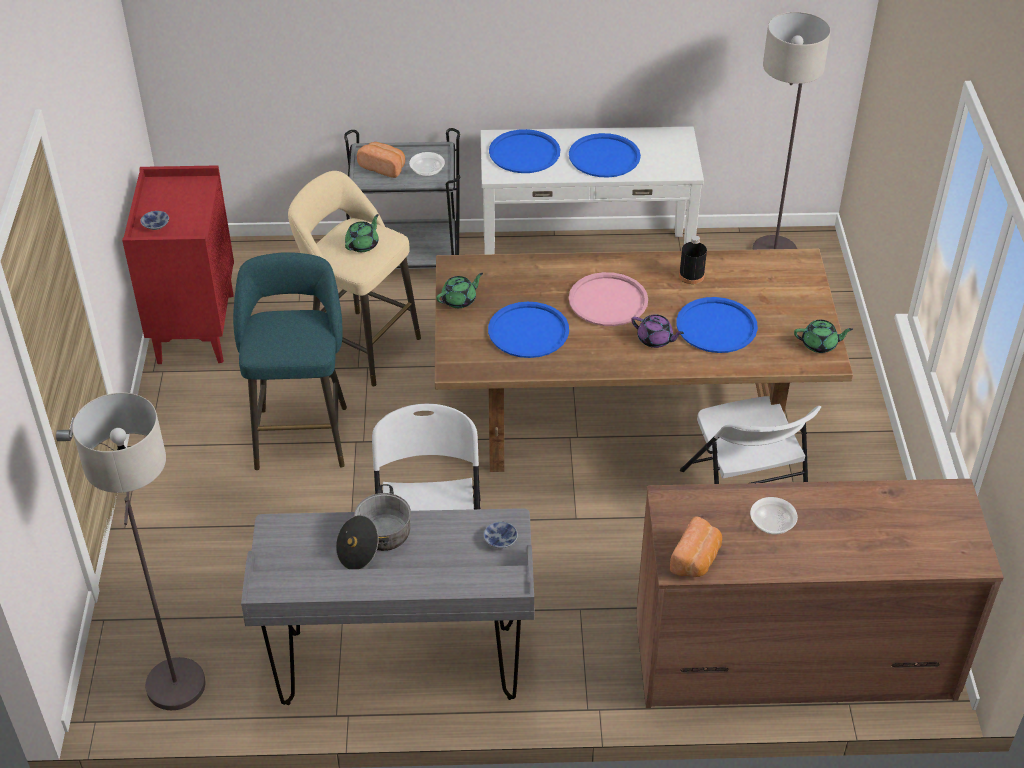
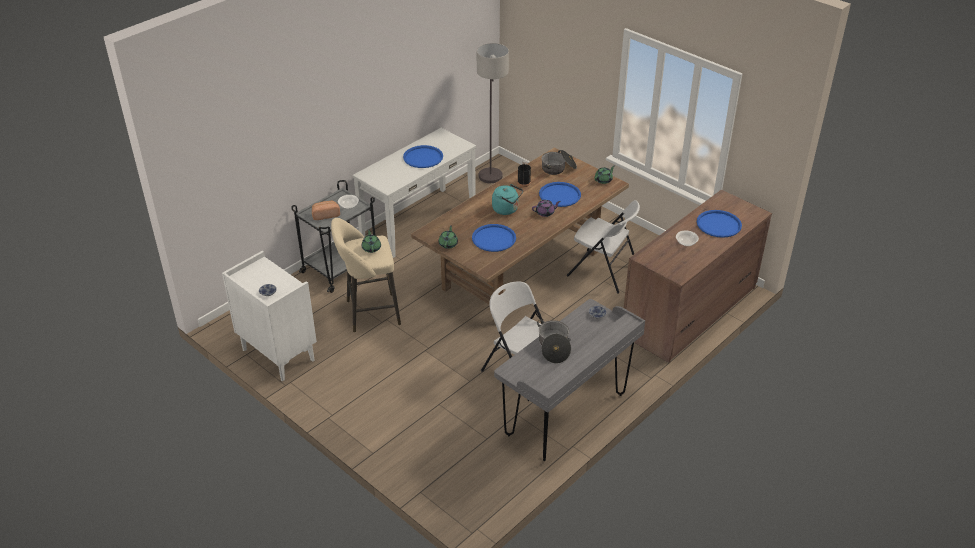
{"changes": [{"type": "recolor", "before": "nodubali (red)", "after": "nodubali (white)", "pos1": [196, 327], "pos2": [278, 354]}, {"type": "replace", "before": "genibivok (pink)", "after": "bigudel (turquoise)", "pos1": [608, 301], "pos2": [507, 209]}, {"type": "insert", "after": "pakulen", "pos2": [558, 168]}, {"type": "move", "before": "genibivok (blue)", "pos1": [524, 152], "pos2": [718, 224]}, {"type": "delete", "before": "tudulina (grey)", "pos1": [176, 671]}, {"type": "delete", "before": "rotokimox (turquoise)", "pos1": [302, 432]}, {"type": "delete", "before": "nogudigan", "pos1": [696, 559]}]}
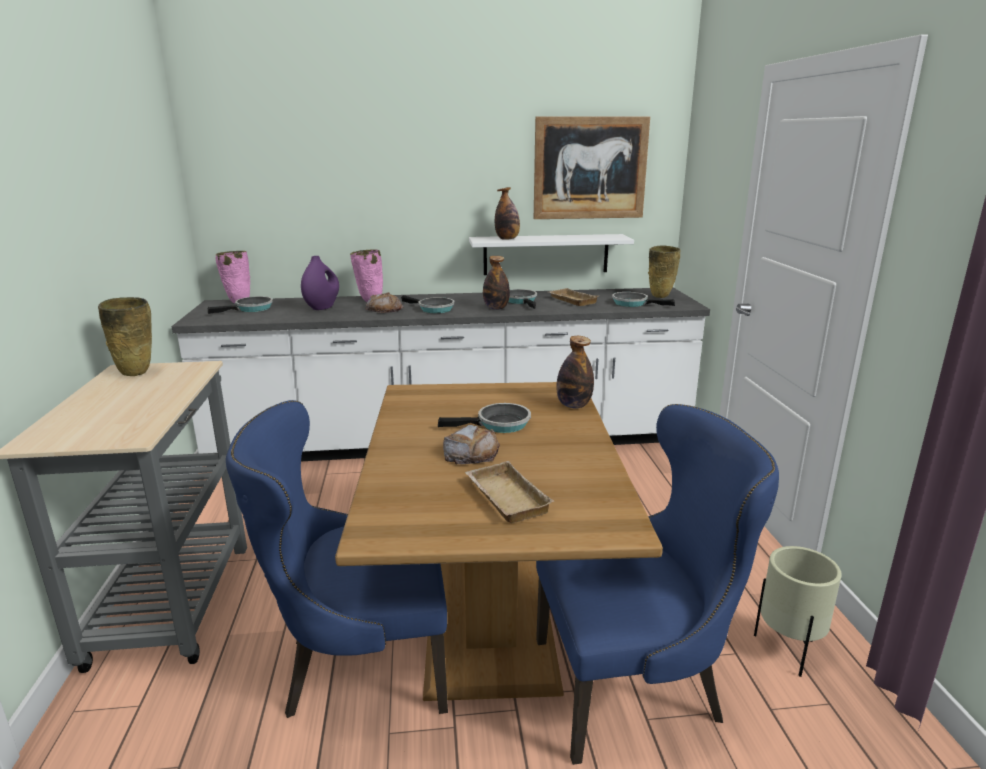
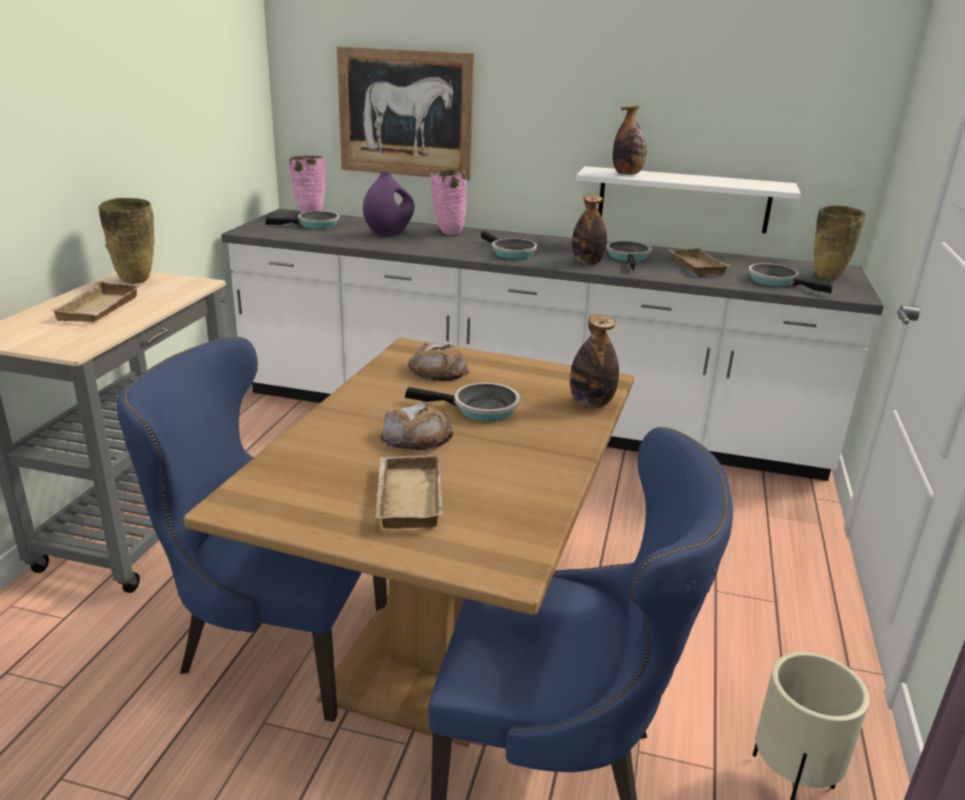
{"changes": [{"type": "insert", "after": "genibivok (beige)", "pos2": [101, 309]}, {"type": "move", "before": "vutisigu", "pos1": [590, 168], "pos2": [405, 113]}, {"type": "move", "before": "nogudigan", "pos1": [384, 309], "pos2": [438, 370]}]}
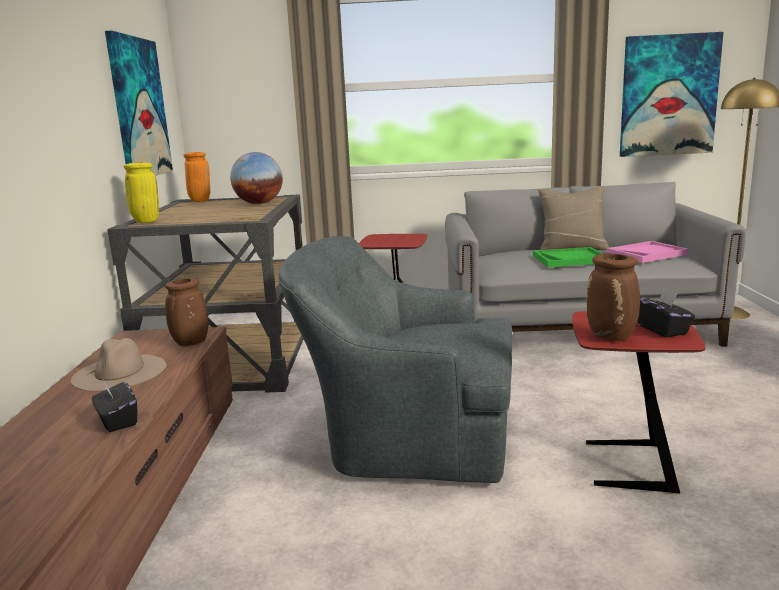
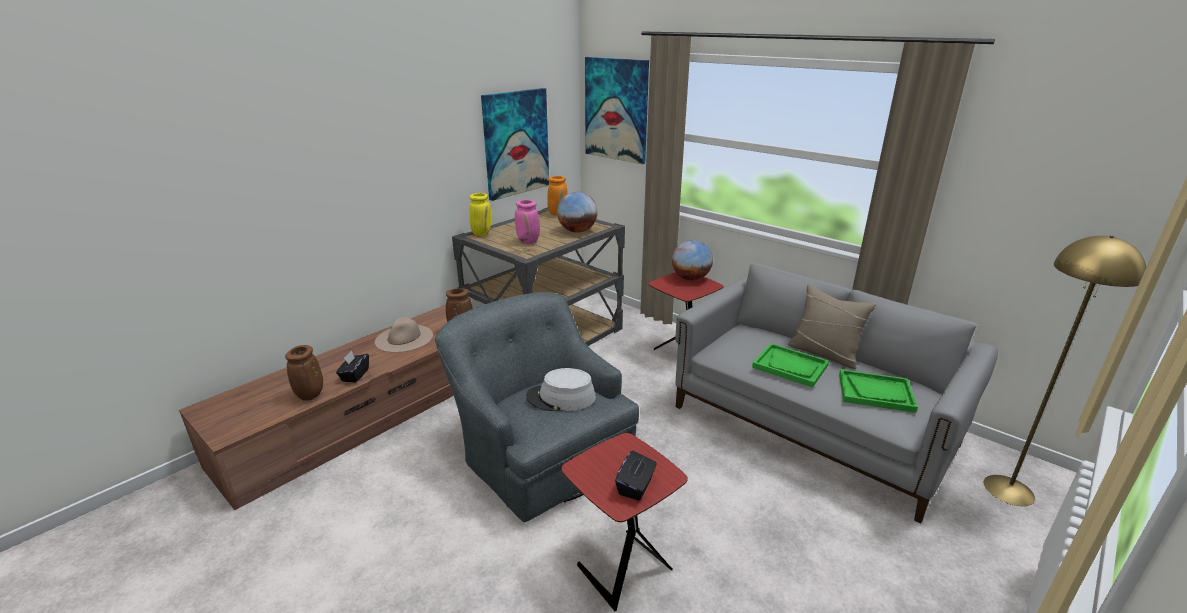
{"changes": [{"type": "move", "before": "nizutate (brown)", "pos1": [612, 337], "pos2": [310, 396]}, {"type": "insert", "after": "nizutate (pink)", "pos2": [529, 242]}, {"type": "insert", "after": "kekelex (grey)", "pos2": [561, 398]}, {"type": "move", "before": "vutisigu", "pos1": [668, 95], "pos2": [616, 110]}, {"type": "insert", "after": "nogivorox", "pos2": [690, 278]}, {"type": "recolor", "before": "genibivok (pink)", "after": "genibivok (green)", "pos1": [646, 254], "pos2": [875, 392]}]}
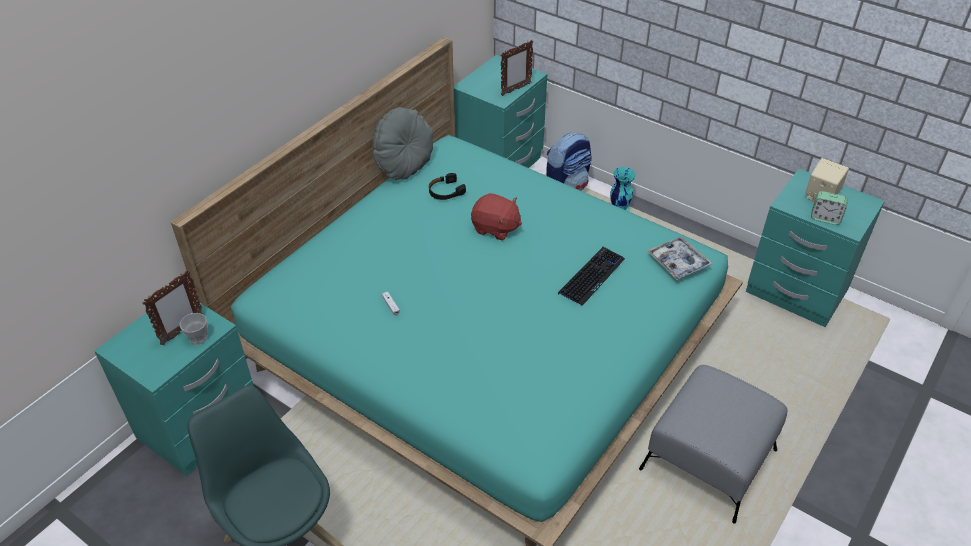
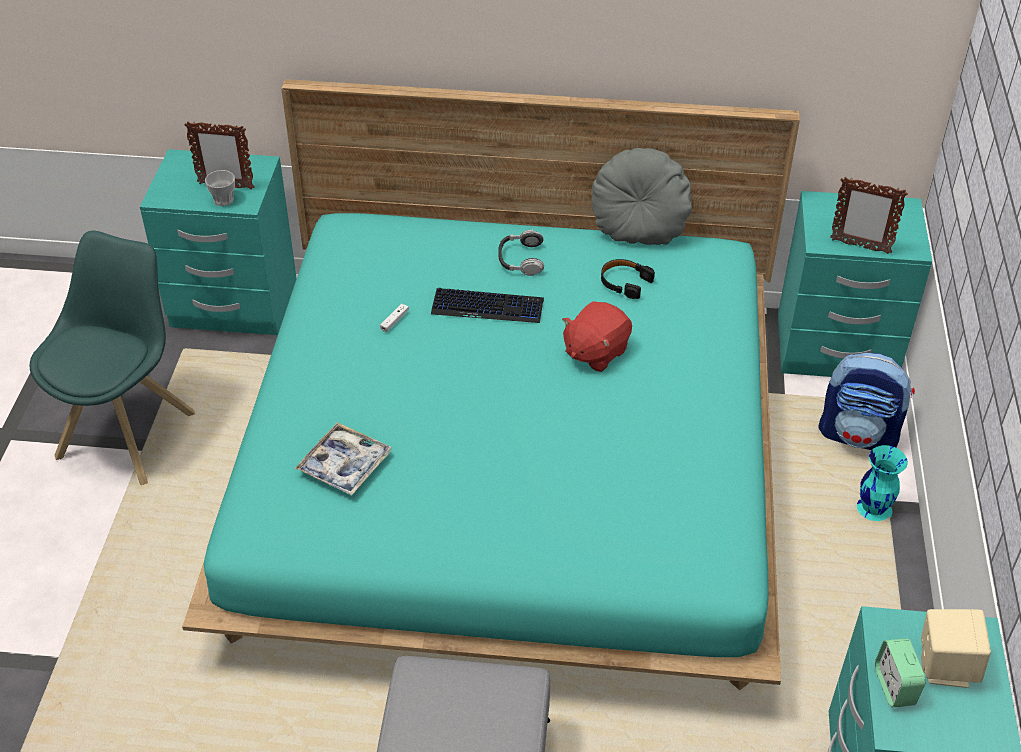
{"changes": [{"type": "move", "before": "genibivok", "pos1": [678, 262], "pos2": [344, 465]}, {"type": "move", "before": "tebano", "pos1": [591, 276], "pos2": [487, 307]}, {"type": "insert", "after": "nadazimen", "pos2": [521, 259]}, {"type": "rotate", "before": "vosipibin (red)", "pos1": [495, 228], "pos2": [595, 352], "turn": 45}]}
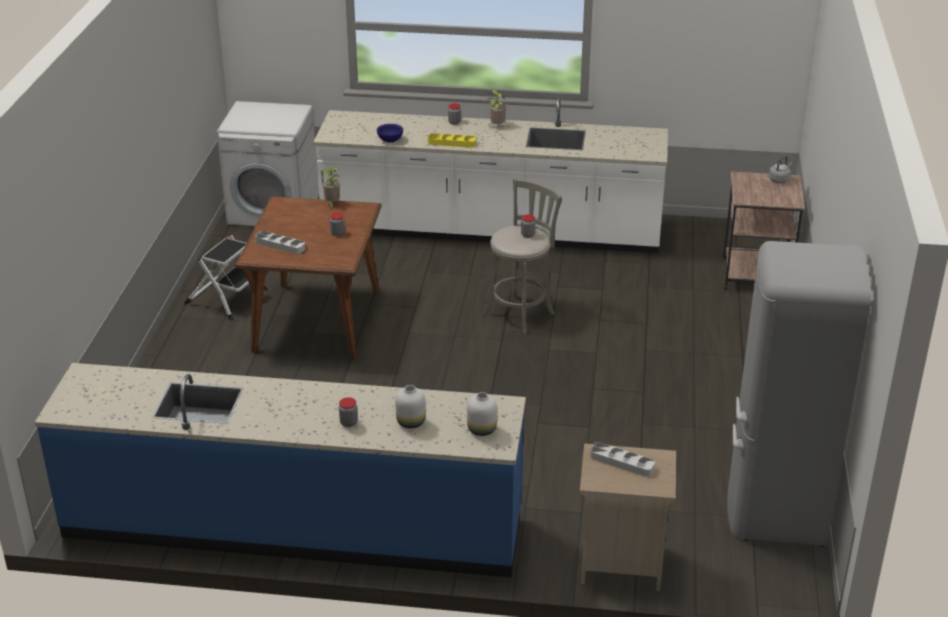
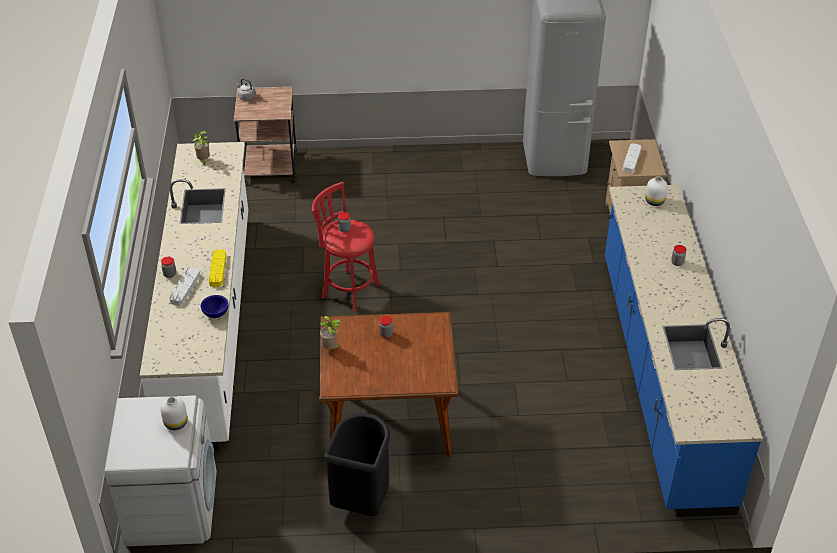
{"changes": [{"type": "move", "before": "nizutate (white)", "pos1": [410, 422], "pos2": [175, 423]}, {"type": "move", "before": "genibivok (grey)", "pos1": [280, 245], "pos2": [185, 288]}, {"type": "move", "before": "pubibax", "pos1": [496, 126], "pos2": [203, 161]}, {"type": "recolor", "before": "rotokimox (grey)", "after": "rotokimox (red)", "pos1": [521, 312], "pos2": [348, 290]}, {"type": "replace", "before": "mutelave", "after": "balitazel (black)", "pos1": [226, 298], "pos2": [361, 500]}]}
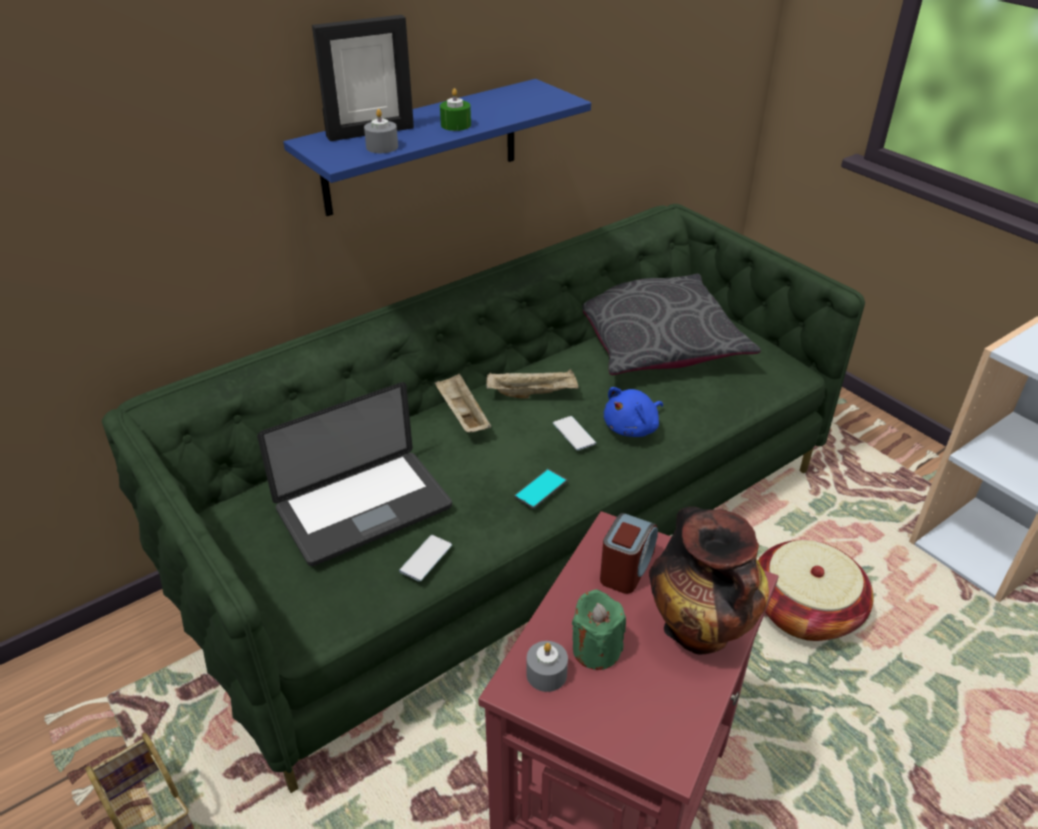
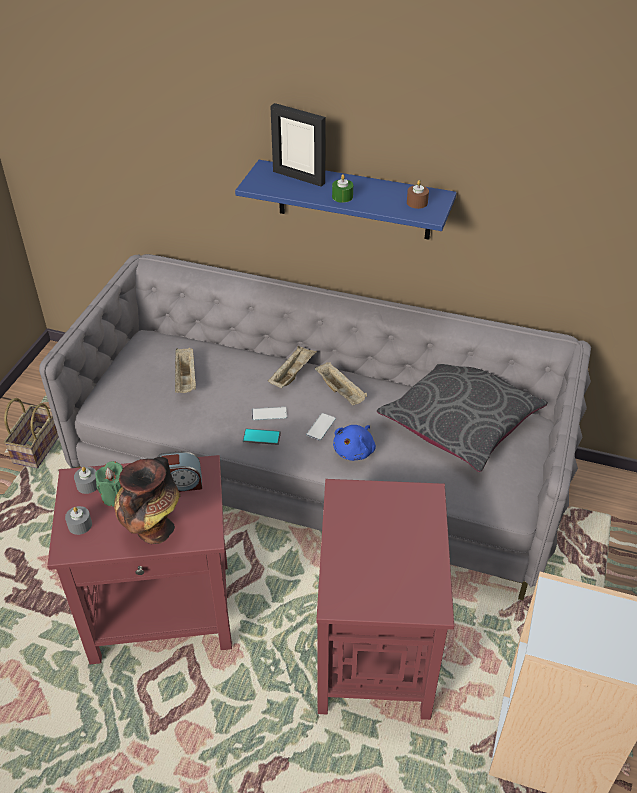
{"changes": [{"type": "recolor", "before": "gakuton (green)", "after": "gakuton (grey)", "pos1": [519, 529], "pos2": [319, 473]}, {"type": "move", "before": "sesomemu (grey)", "pos1": [382, 147], "pos2": [80, 525]}, {"type": "replace", "before": "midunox", "after": "genibivok (beige)", "pos1": [364, 508], "pos2": [186, 379]}, {"type": "move", "before": "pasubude", "pos1": [426, 558], "pos2": [269, 414]}, {"type": "replace", "before": "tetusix", "after": "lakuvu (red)", "pos1": [804, 610], "pos2": [376, 651]}, {"type": "rotate", "before": "vosipibin (blue)", "pos1": [633, 428], "pos2": [355, 451], "turn": -75}, {"type": "insert", "after": "sesomemu (brown)", "pos2": [417, 203]}]}
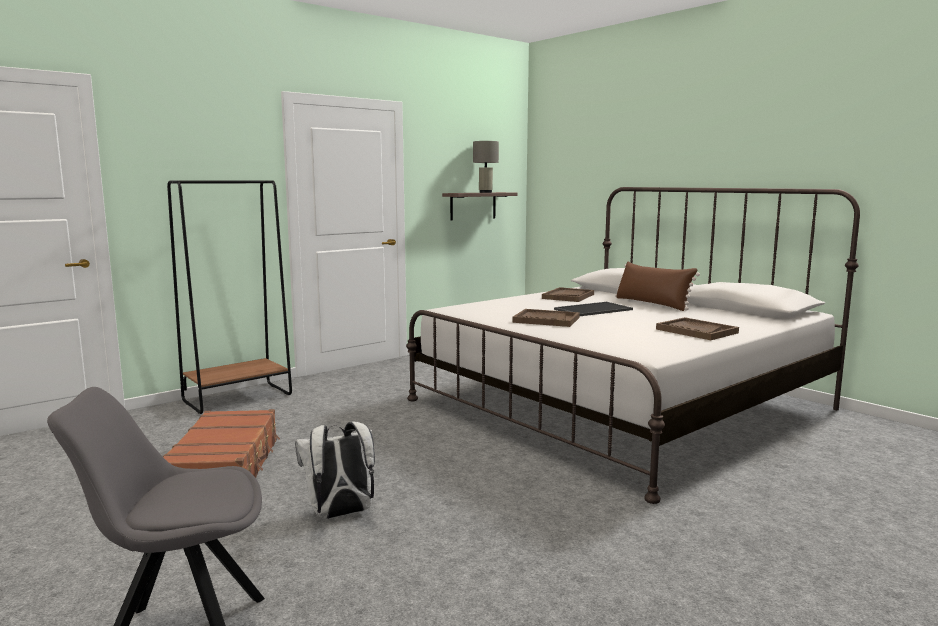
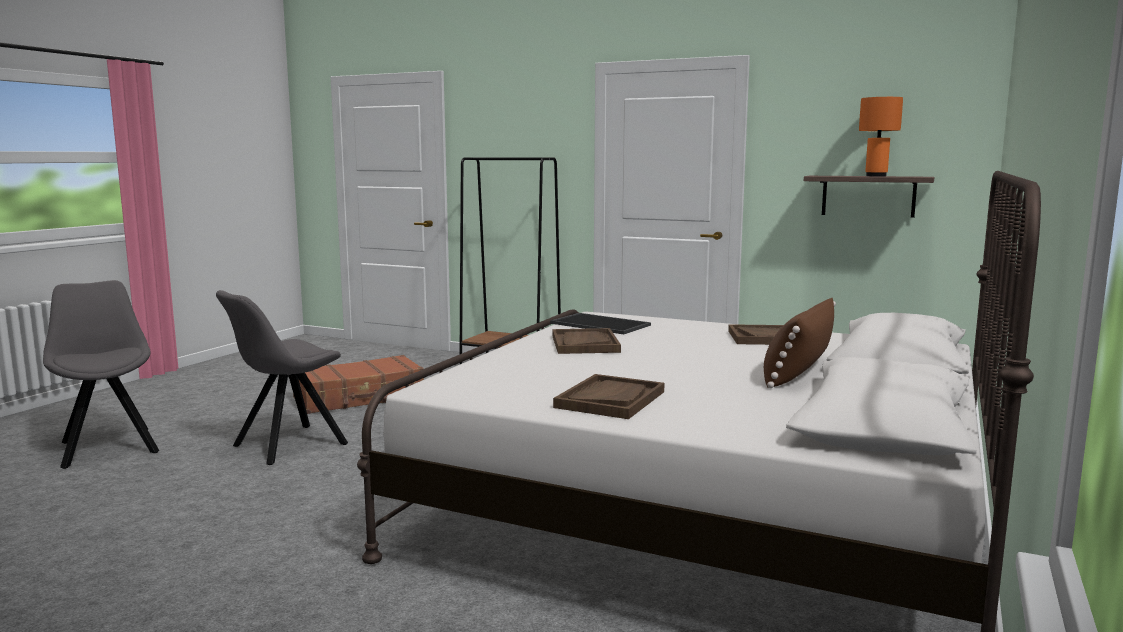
{"changes": [{"type": "replace", "before": "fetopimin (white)", "after": "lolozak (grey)", "pos1": [340, 514], "pos2": [289, 445]}, {"type": "move", "before": "genibivok", "pos1": [593, 309], "pos2": [601, 324]}, {"type": "recolor", "before": "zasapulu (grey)", "after": "zasapulu (orange)", "pos1": [486, 192], "pos2": [876, 176]}]}
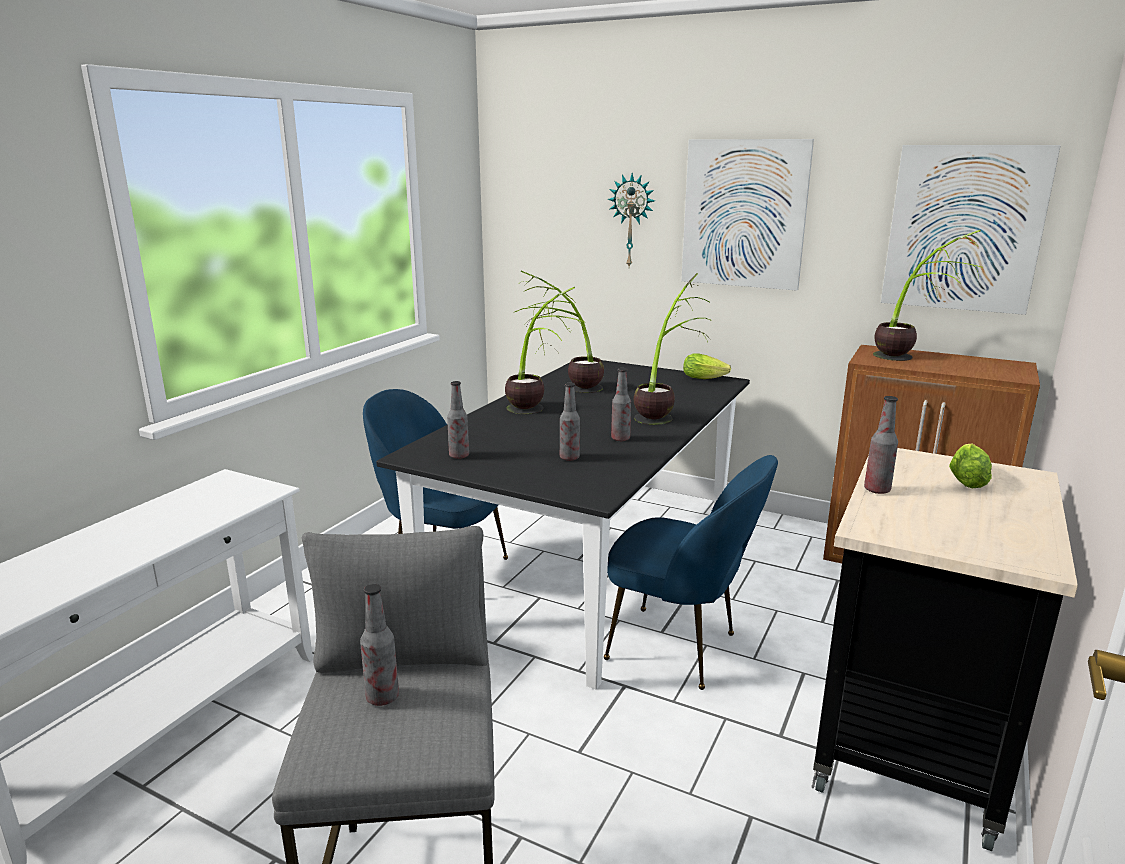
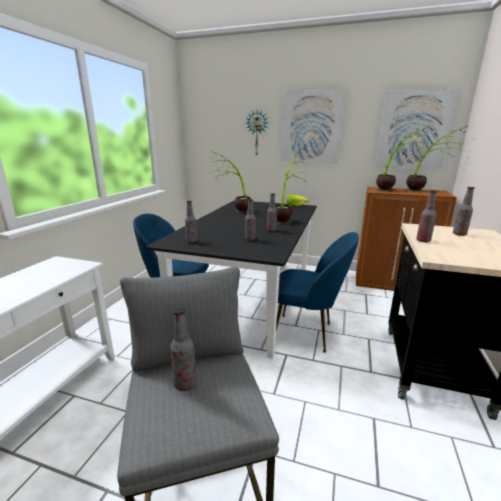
{"changes": [{"type": "move", "before": "pubibax", "pos1": [538, 414], "pos2": [426, 191]}, {"type": "replace", "before": "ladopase", "after": "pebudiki", "pos1": [968, 479], "pos2": [459, 234]}]}
